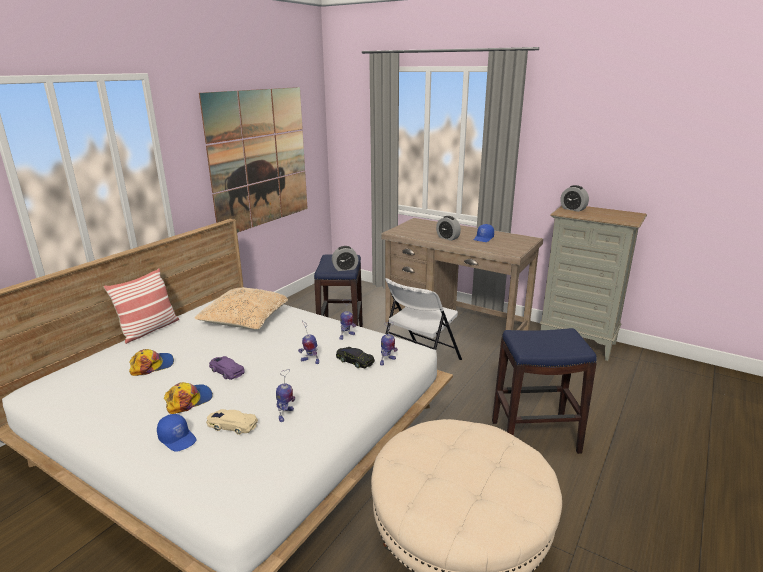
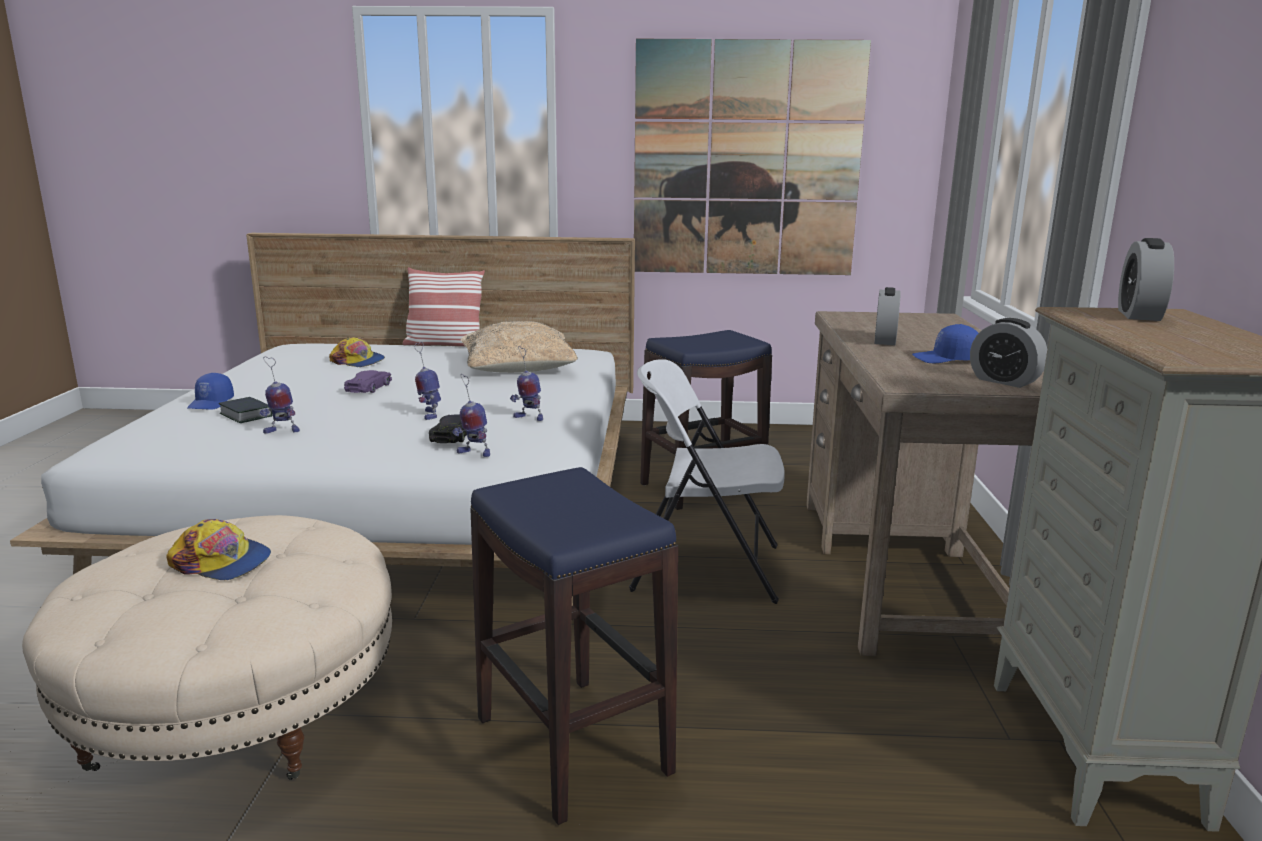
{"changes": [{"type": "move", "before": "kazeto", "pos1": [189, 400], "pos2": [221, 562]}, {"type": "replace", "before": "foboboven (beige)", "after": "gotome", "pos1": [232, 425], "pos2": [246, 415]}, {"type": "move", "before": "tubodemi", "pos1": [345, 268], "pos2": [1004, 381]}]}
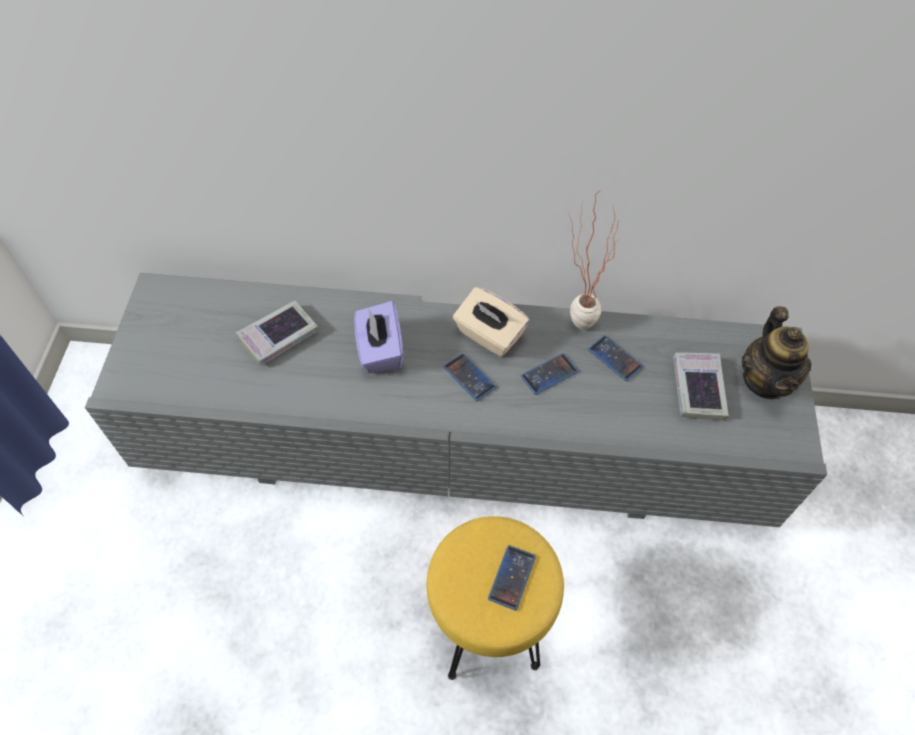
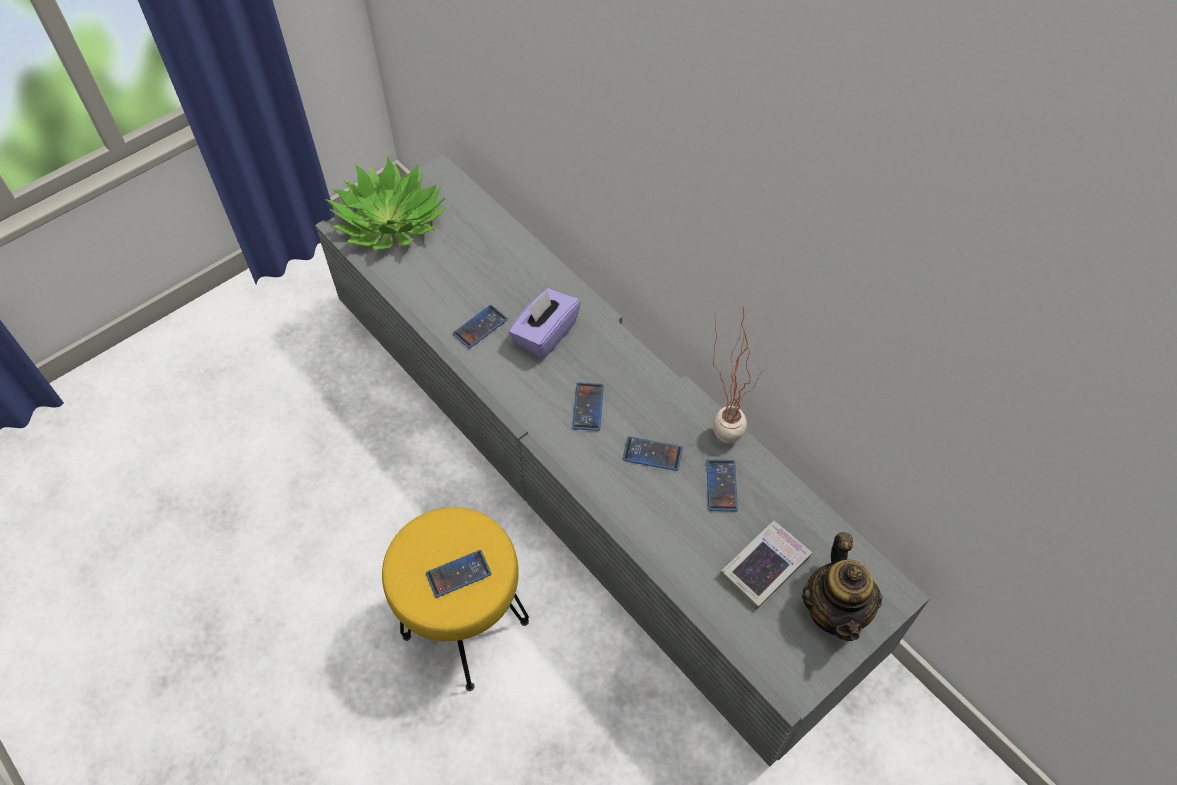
{"changes": [{"type": "insert", "after": "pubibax", "pos2": [390, 222]}, {"type": "insert", "after": "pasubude", "pos2": [480, 327]}, {"type": "rotate", "before": "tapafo", "pos1": [765, 380], "pos2": [835, 611], "turn": -45}, {"type": "delete", "before": "gotome", "pos1": [279, 336]}, {"type": "delete", "before": "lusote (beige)", "pos1": [489, 335]}]}
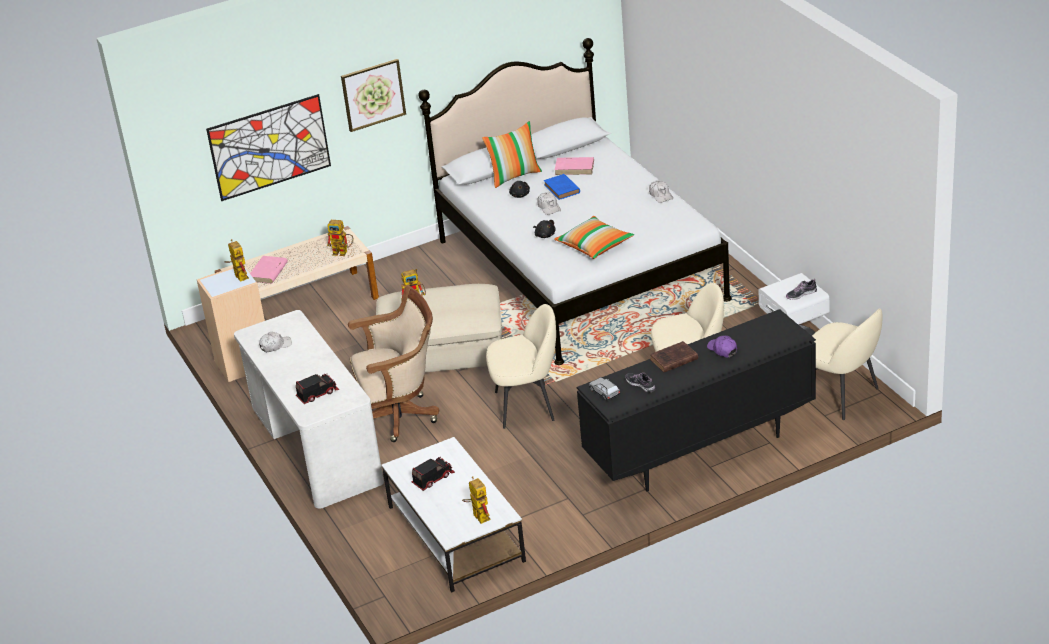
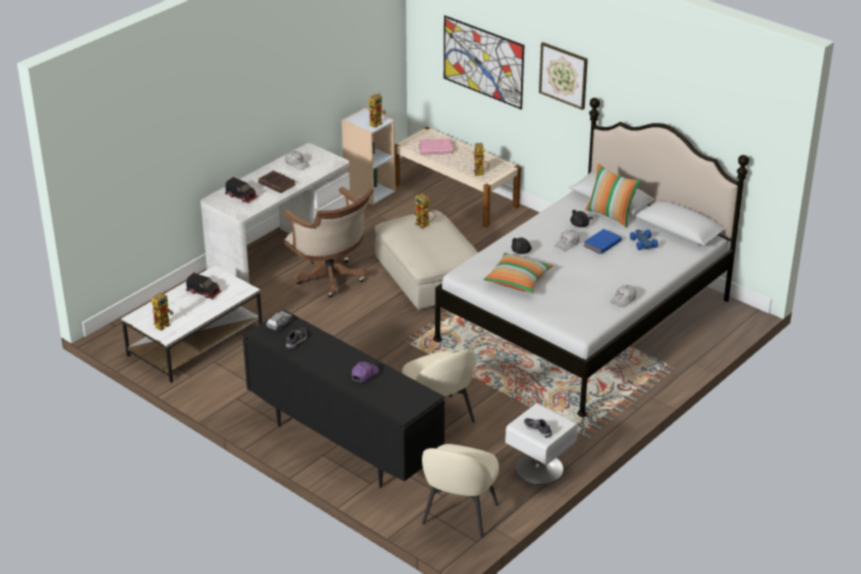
{"changes": [{"type": "move", "before": "gotome (brown)", "pos1": [672, 360], "pos2": [276, 184]}, {"type": "replace", "before": "gotome (pink)", "after": "foboboven (blue)", "pos1": [575, 168], "pos2": [643, 243]}, {"type": "delete", "before": "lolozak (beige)", "pos1": [527, 405]}]}
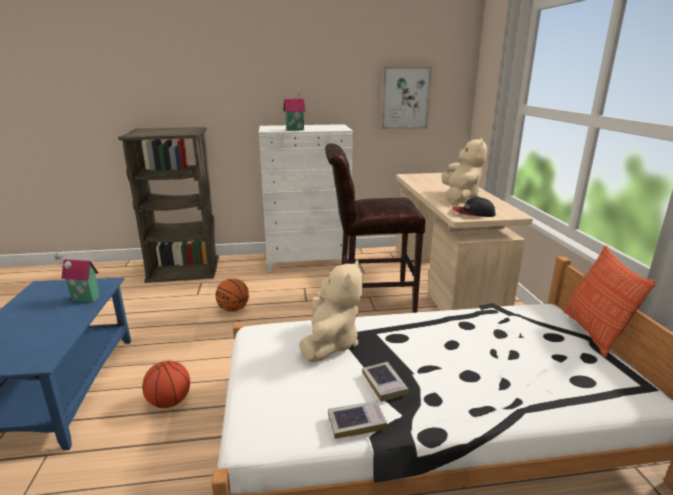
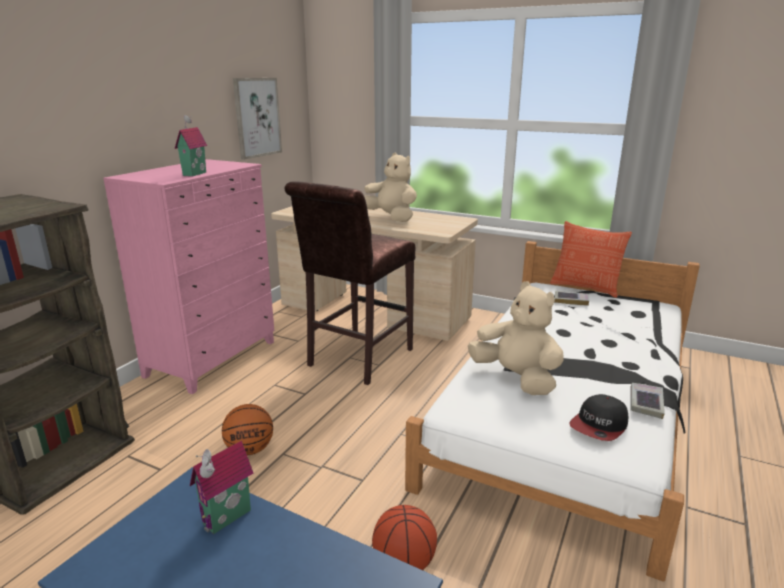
{"changes": [{"type": "recolor", "before": "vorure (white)", "after": "vorure (pink)", "pos1": [308, 261], "pos2": [215, 359]}, {"type": "move", "before": "gotome", "pos1": [384, 384], "pos2": [571, 300]}, {"type": "move", "before": "kazeto", "pos1": [473, 213], "pos2": [599, 425]}]}
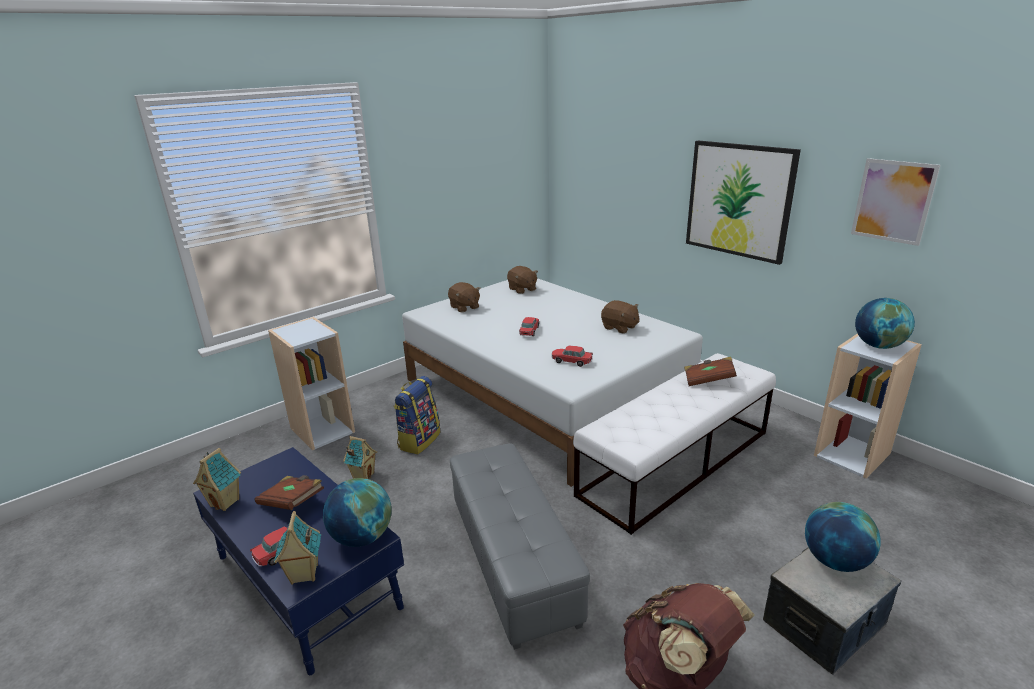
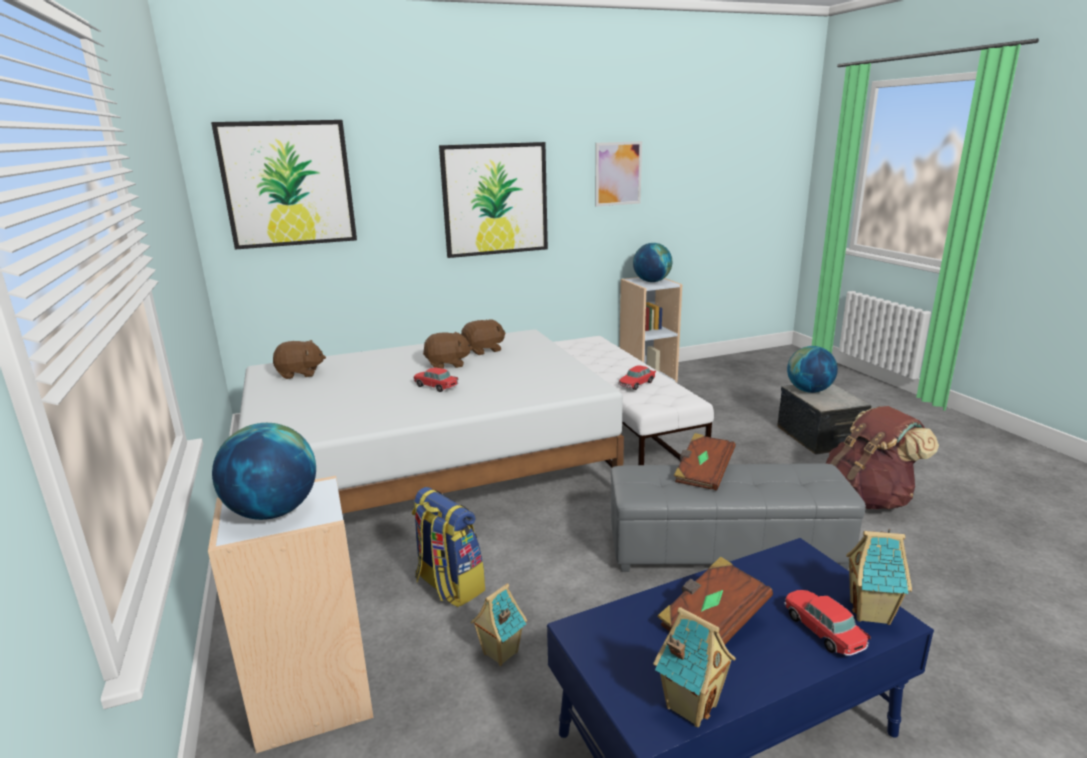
{"changes": [{"type": "insert", "after": "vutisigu", "pos2": [288, 184]}, {"type": "move", "before": "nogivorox", "pos1": [362, 537], "pos2": [273, 512]}, {"type": "move", "before": "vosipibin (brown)", "pos1": [464, 307], "pos2": [447, 364]}, {"type": "move", "before": "foboboven", "pos1": [571, 361], "pos2": [636, 384]}, {"type": "move", "before": "gotome (brown)", "pos1": [708, 380], "pos2": [702, 473]}]}
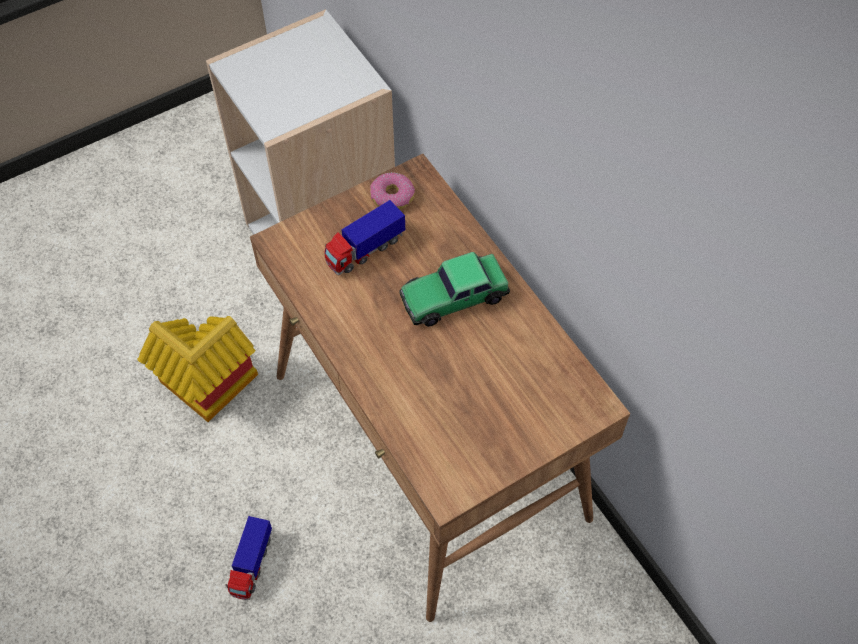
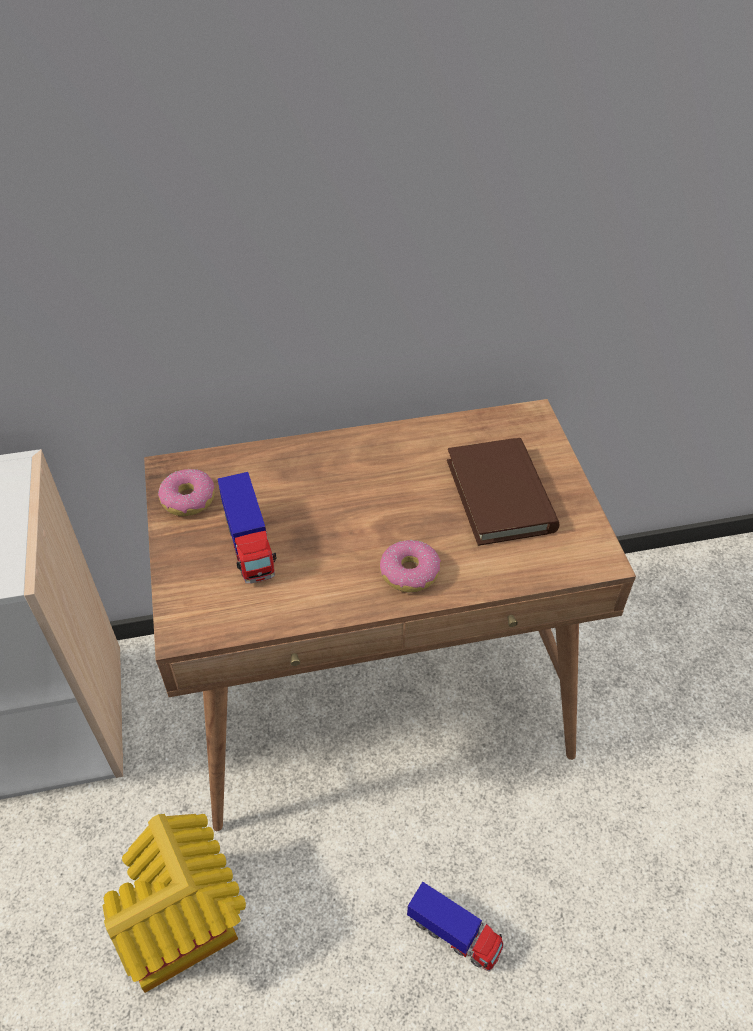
{"changes": [{"type": "insert", "after": "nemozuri", "pos2": [409, 572]}, {"type": "insert", "after": "gotome (brown)", "pos2": [500, 495]}, {"type": "delete", "before": "foboboven", "pos1": [453, 296]}]}
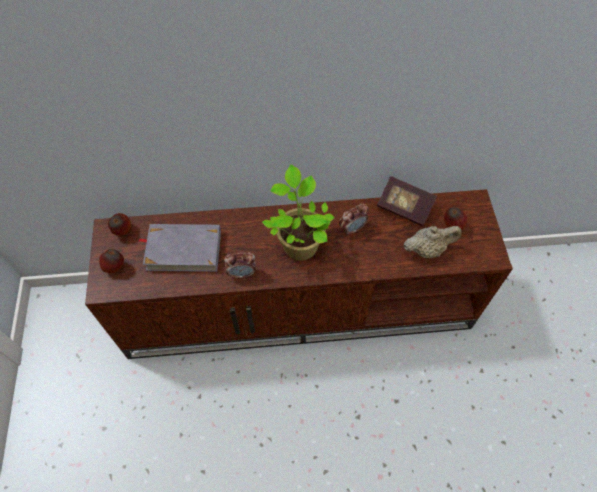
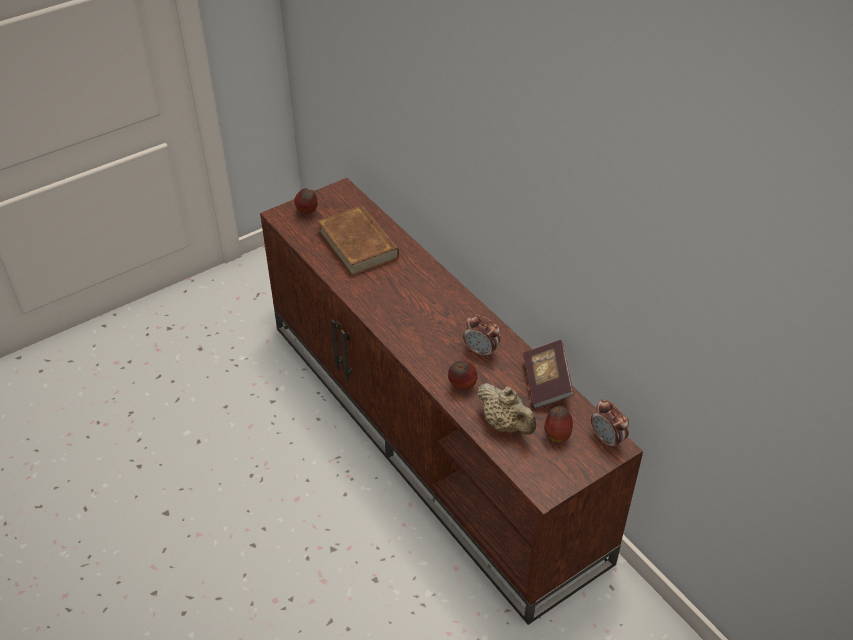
{"changes": [{"type": "recolor", "before": "gotome (grey)", "after": "gotome (brown)", "pos1": [183, 249], "pos2": [358, 244]}, {"type": "move", "before": "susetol", "pos1": [123, 231], "pos2": [462, 386]}, {"type": "move", "before": "tubodemi", "pos1": [242, 273], "pos2": [607, 439]}, {"type": "delete", "before": "pubibax", "pos1": [299, 243]}]}
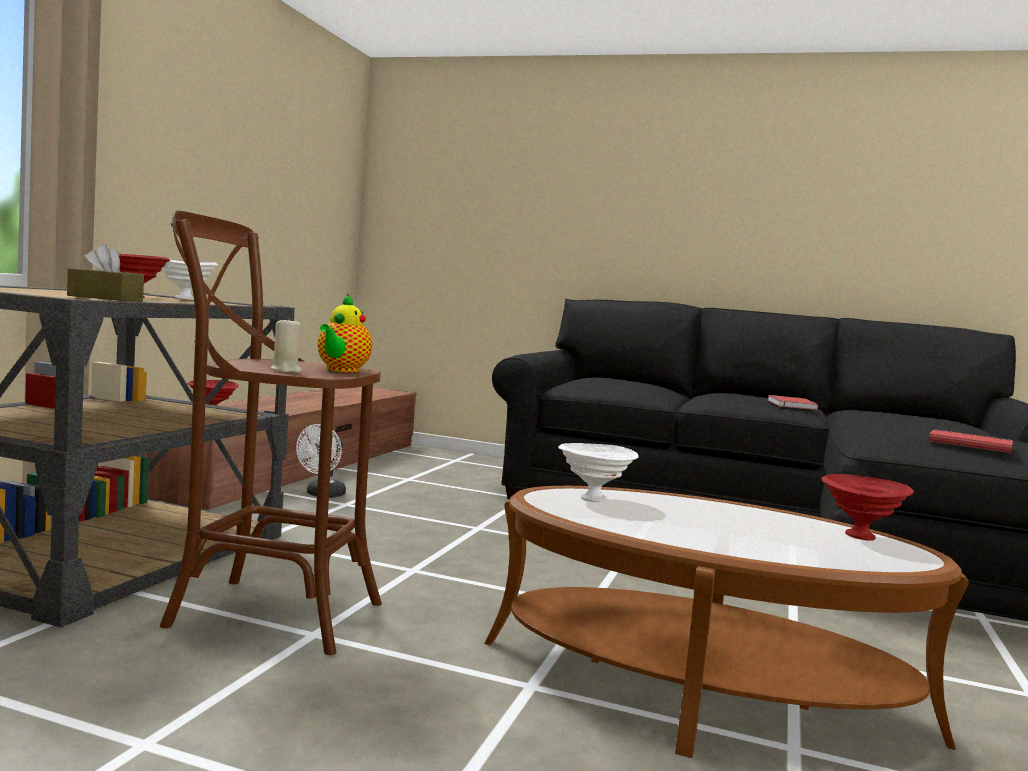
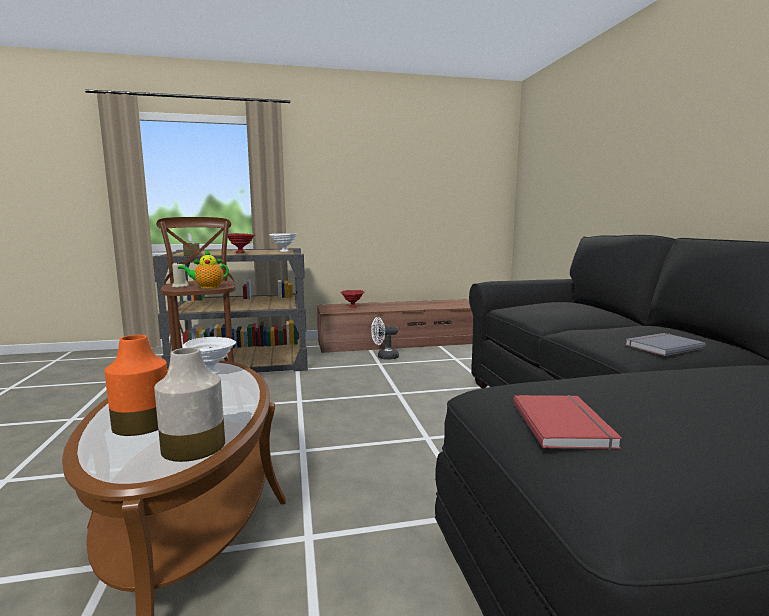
{"changes": [{"type": "insert", "after": "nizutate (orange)", "pos2": [143, 423]}, {"type": "replace", "before": "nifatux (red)", "after": "nizutate (beige)", "pos1": [860, 537], "pos2": [193, 446]}, {"type": "recolor", "before": "gotome (red)", "after": "gotome (grey)", "pos1": [789, 405], "pos2": [661, 346]}]}
